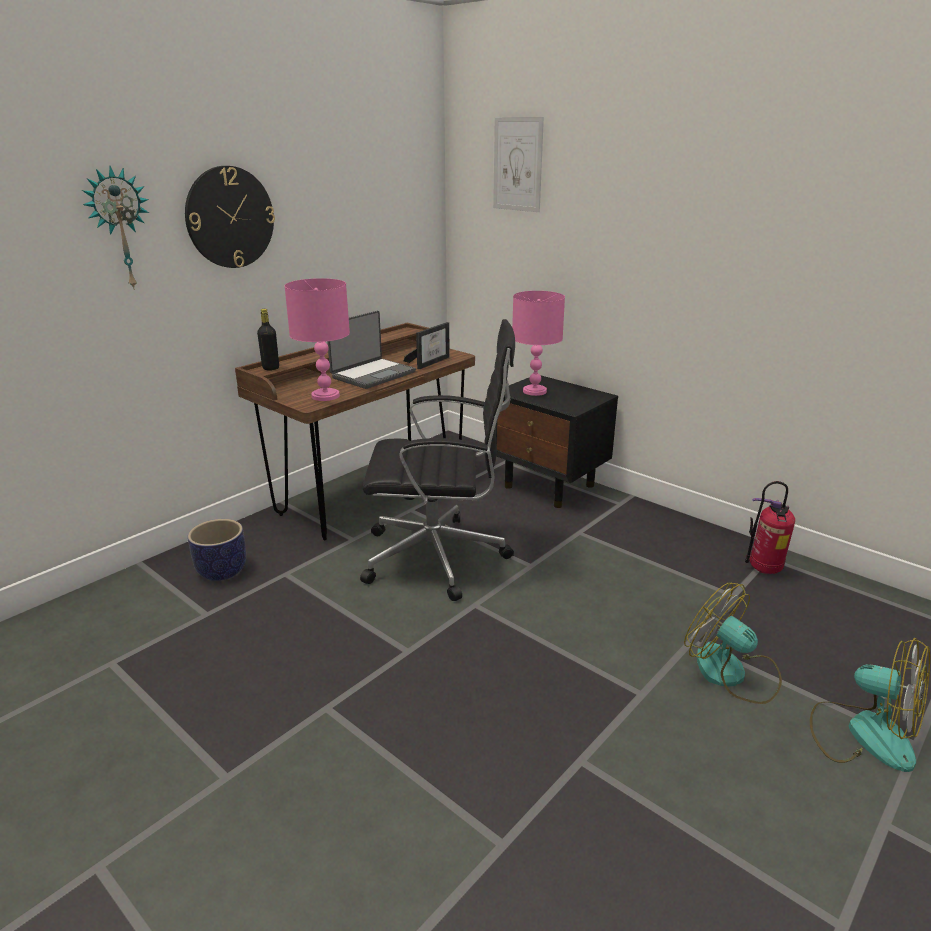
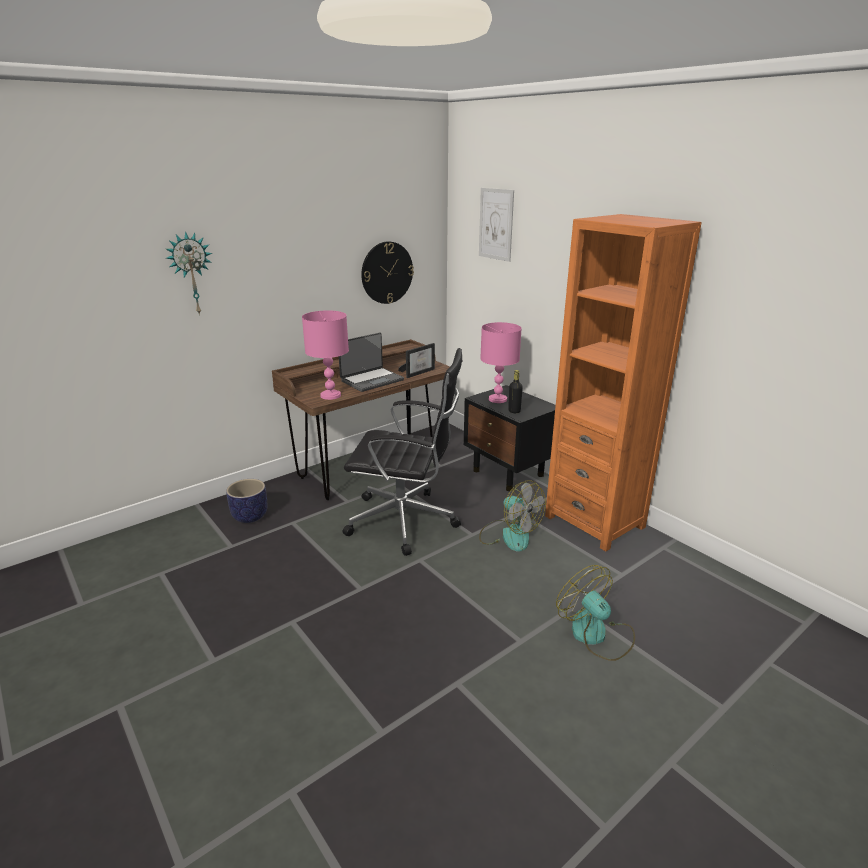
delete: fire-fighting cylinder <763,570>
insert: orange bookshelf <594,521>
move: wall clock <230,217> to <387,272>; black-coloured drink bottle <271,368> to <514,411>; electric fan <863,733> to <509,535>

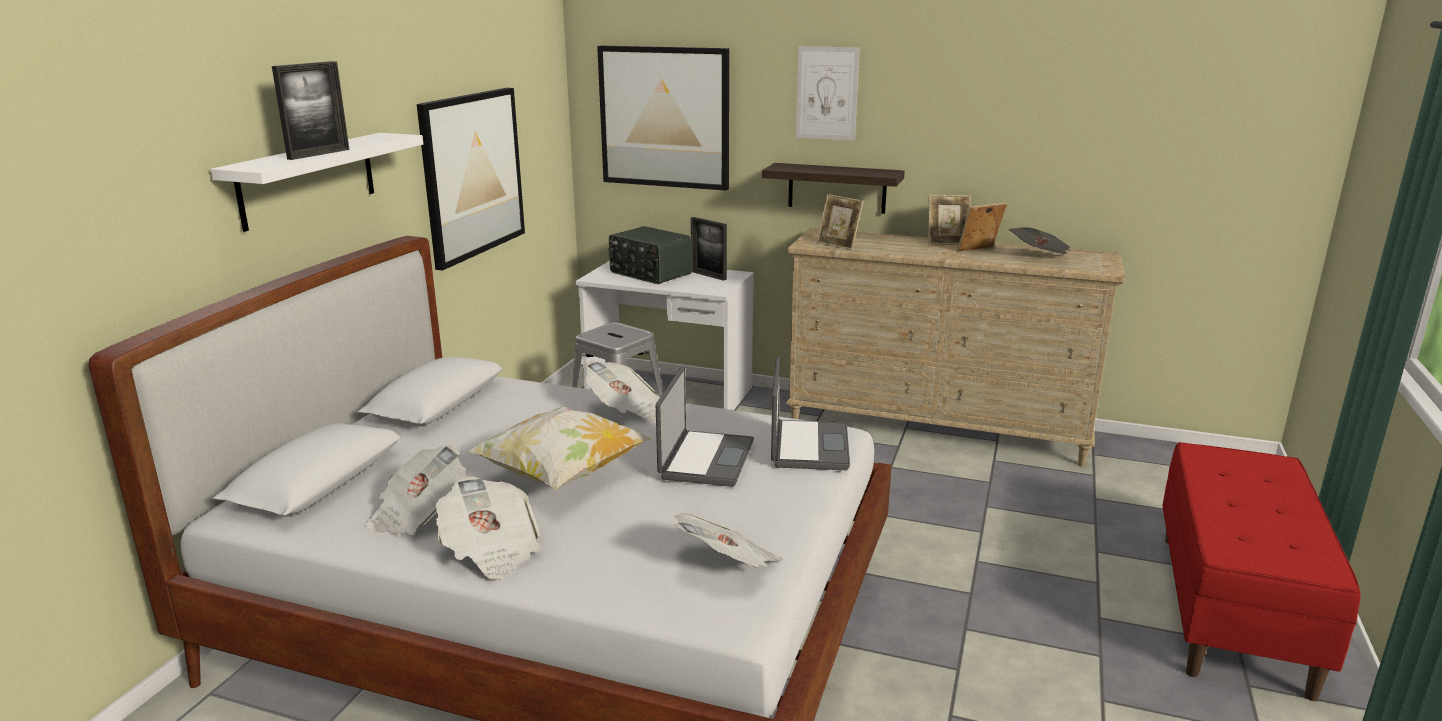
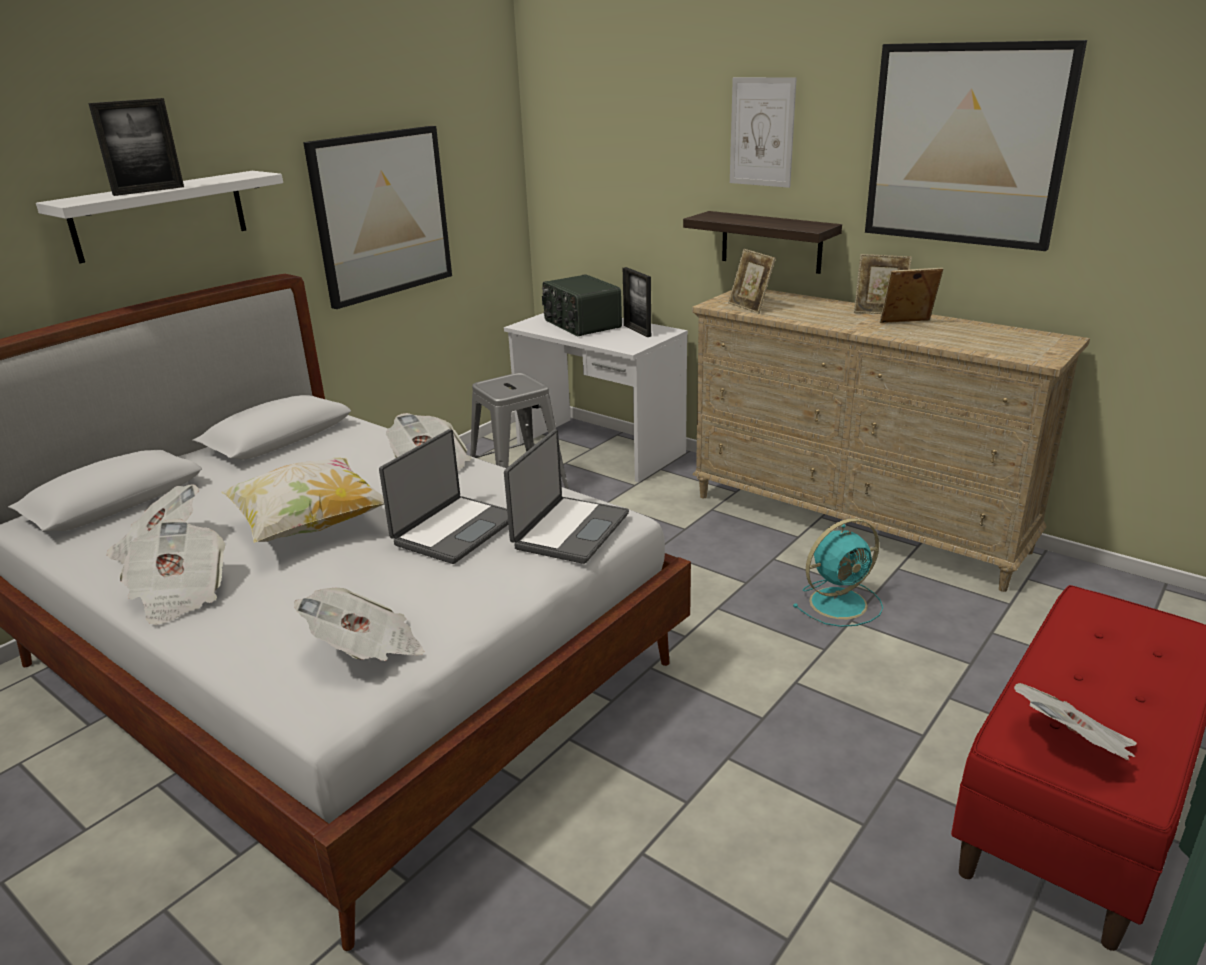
insert: blue-green electric fan <840,602>
move: picture <665,117> to <966,145>; newspaper <1040,257> to <1073,746>

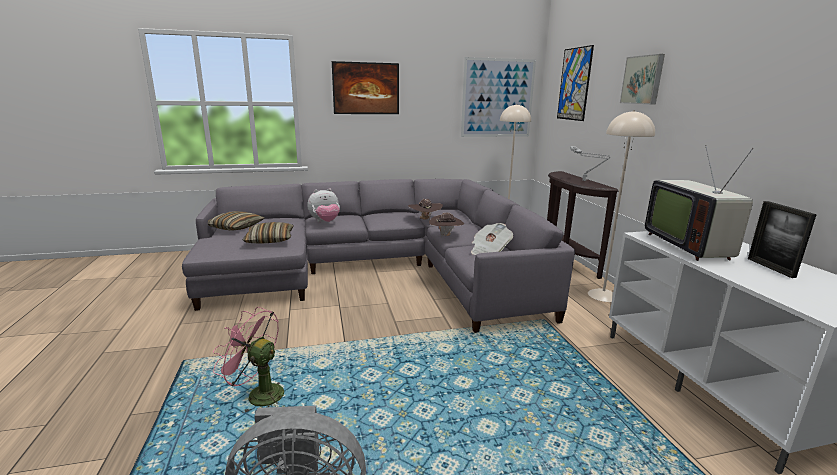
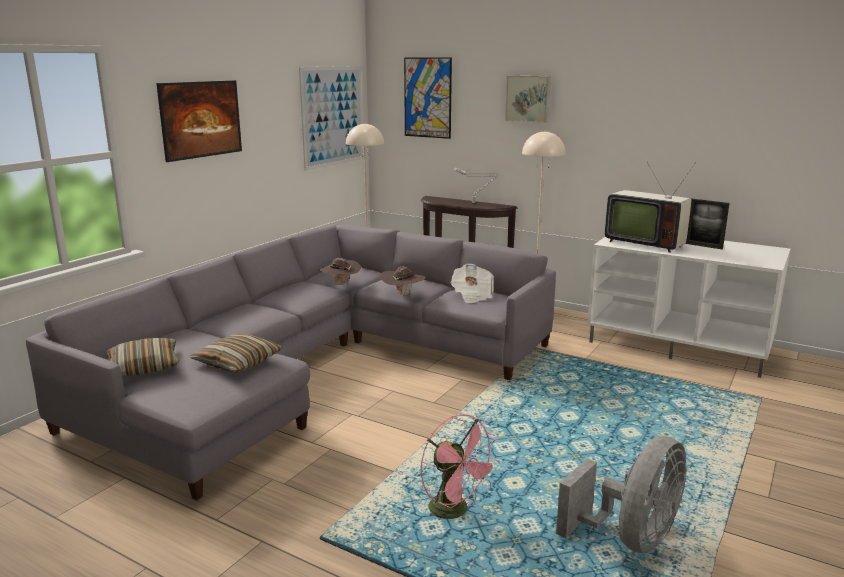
delete: cuddly toy <325,222>
rotate: pink electric fan <258,394> = <456,511> 105 degrees counterclockwise

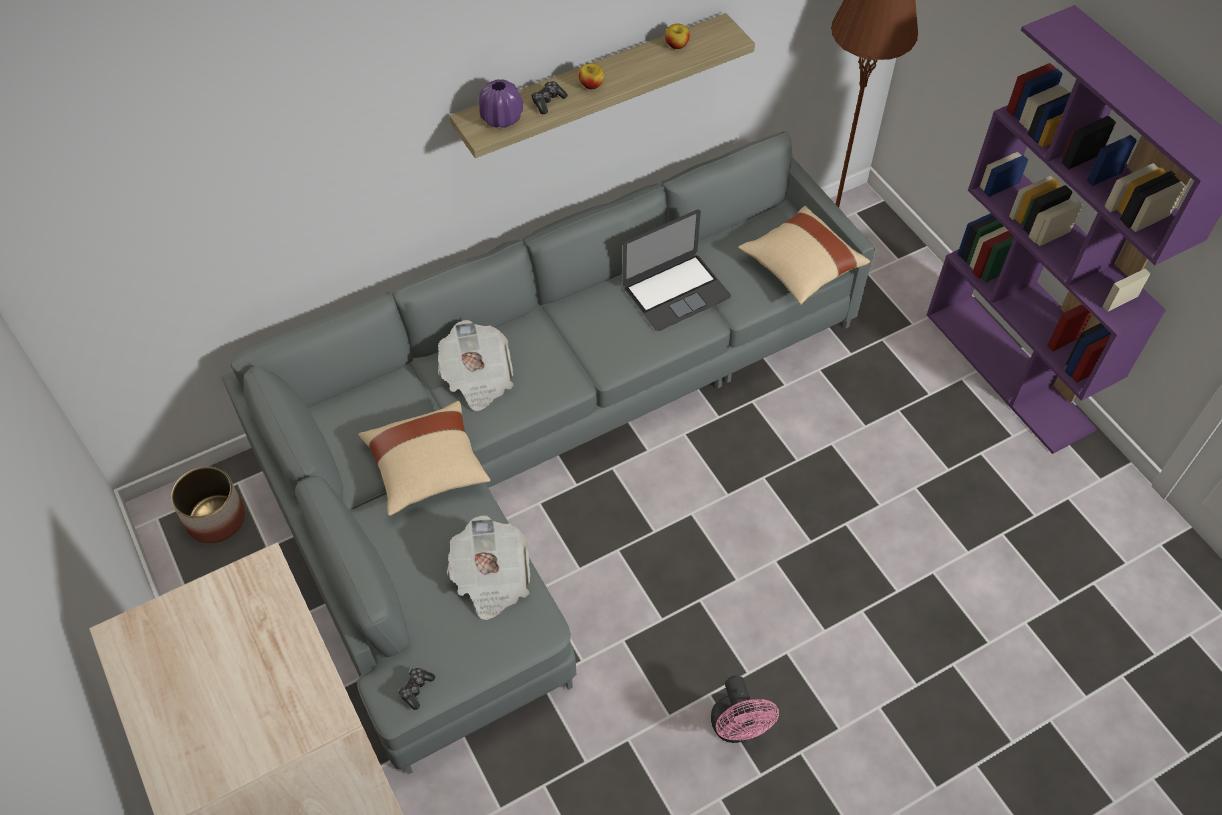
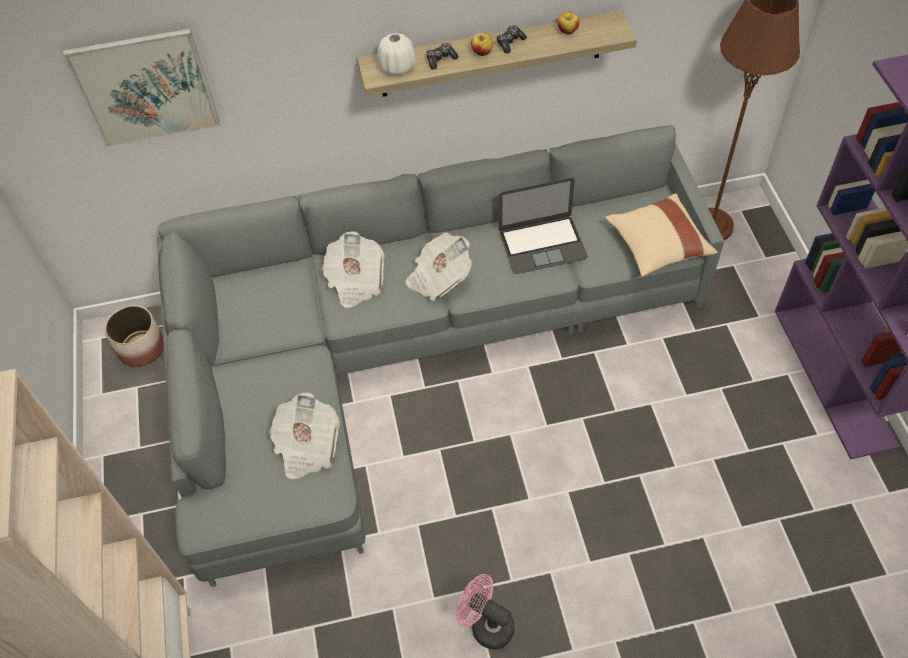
delete: beige-coloured pillow <427,468>
insert: picture <145,87>; newspaper <439,277>
move: gamepad <416,689> to <510,43>
recolor: purple-coloured vase <502,118> to white vase <397,67>
rotate: pink electric fan <737,728> = <486,625> 120 degrees clockwise

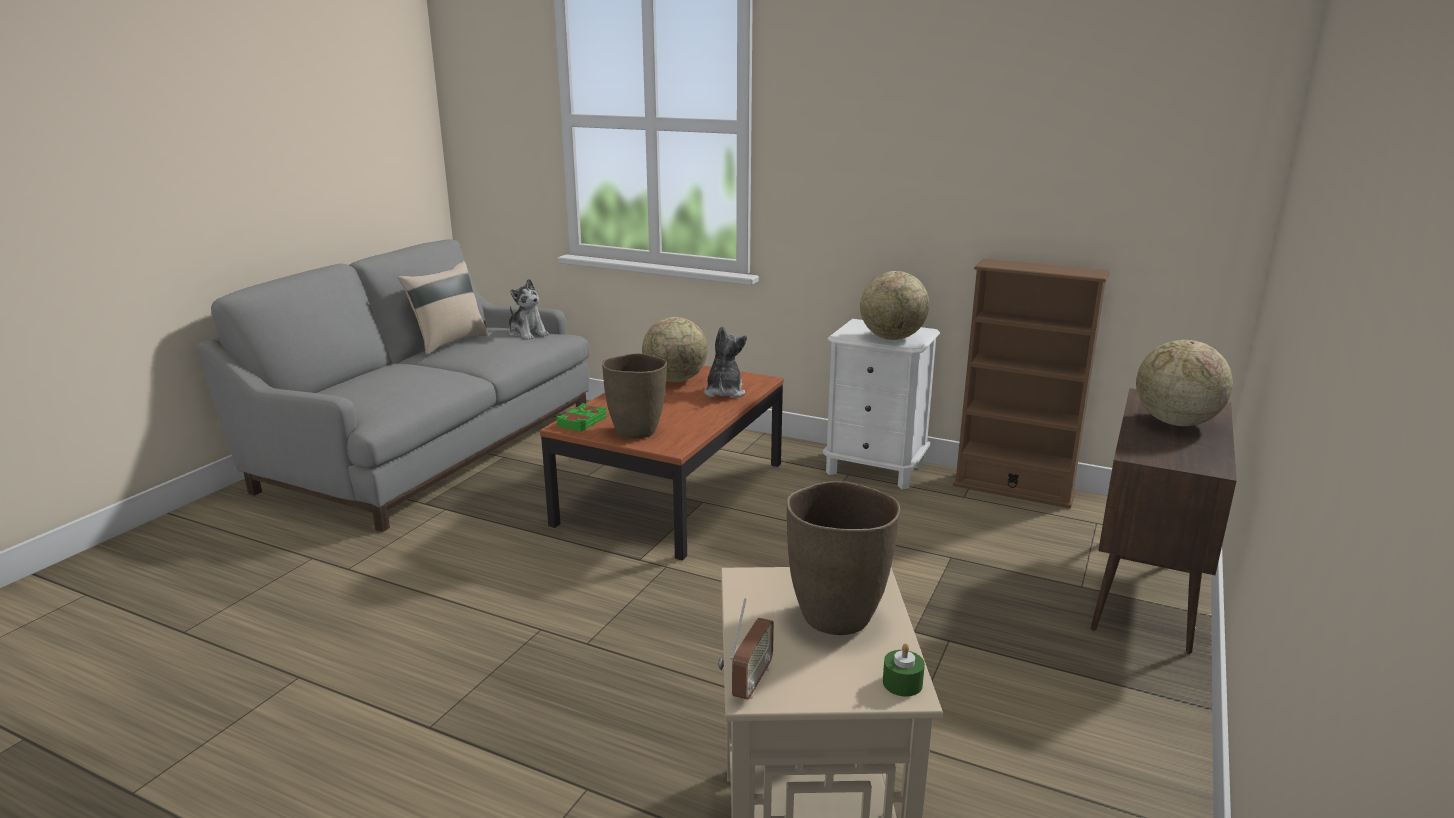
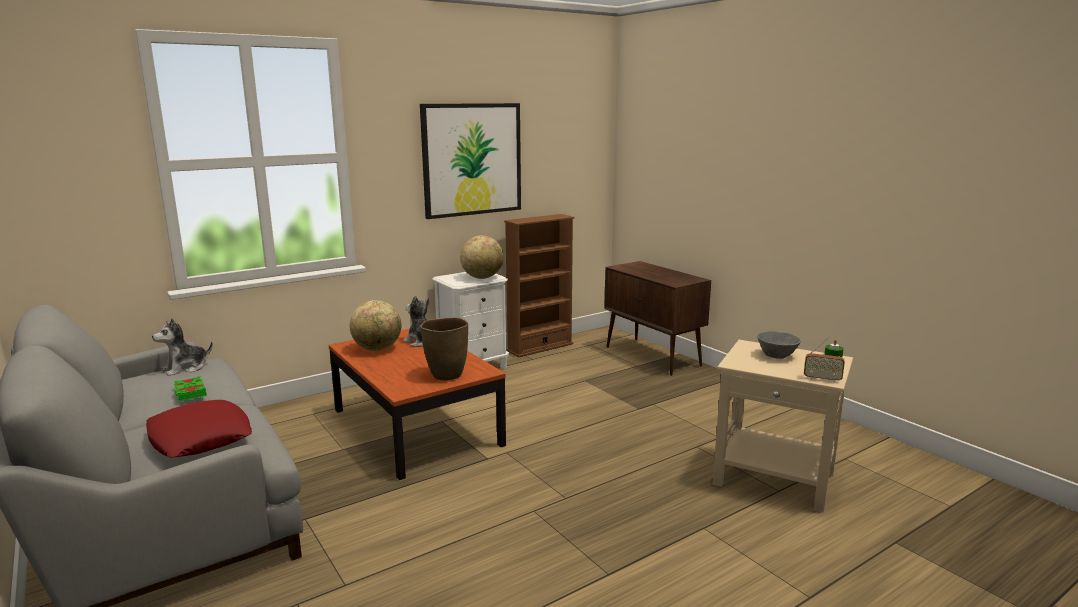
delete: beige-coloured pillow <448,342>; globe <1175,422>
insert: red pillow <199,437>; picture <472,159>
move: green volume <581,422> to <190,392>
replace: brownish vase <836,616> to grey deep dish <777,356>
rotate: cuddly toy <527,333> = <185,368> 150 degrees clockwise; radio <752,682> = <822,379> 150 degrees clockwise

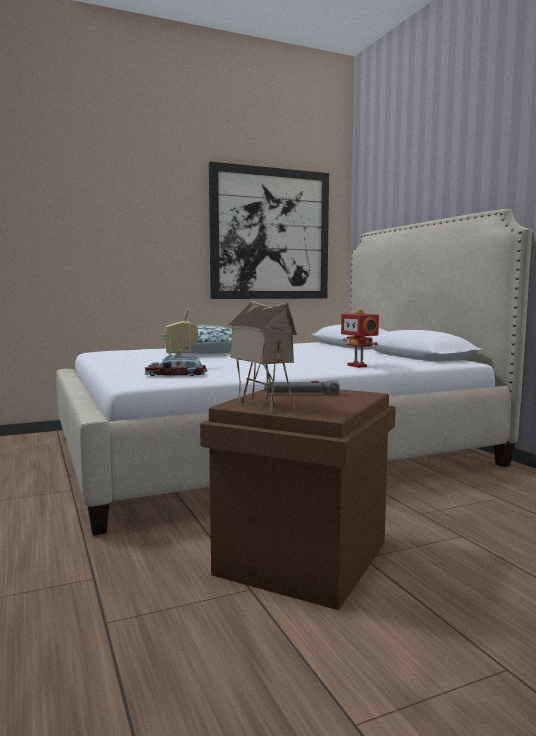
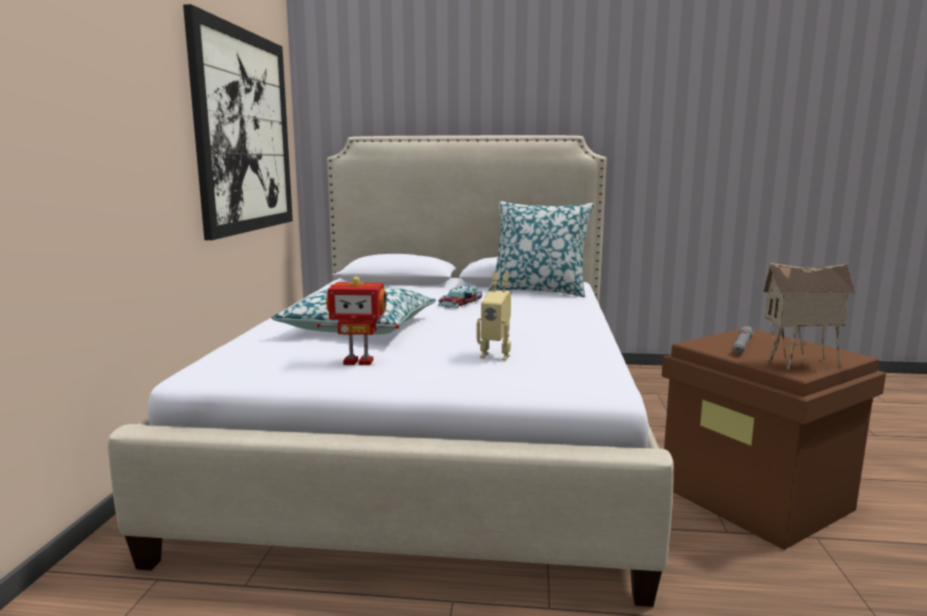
insert: pillow <539,291>
move: model car <176,375> to <462,303>; model robot <358,366> to <359,361>

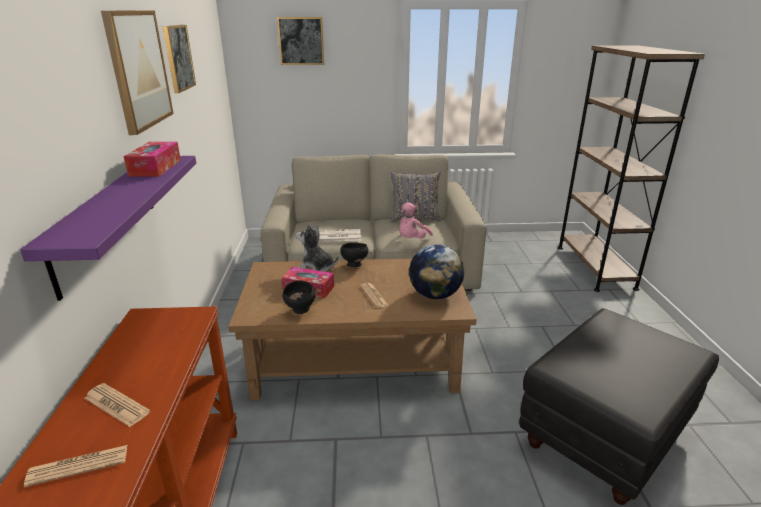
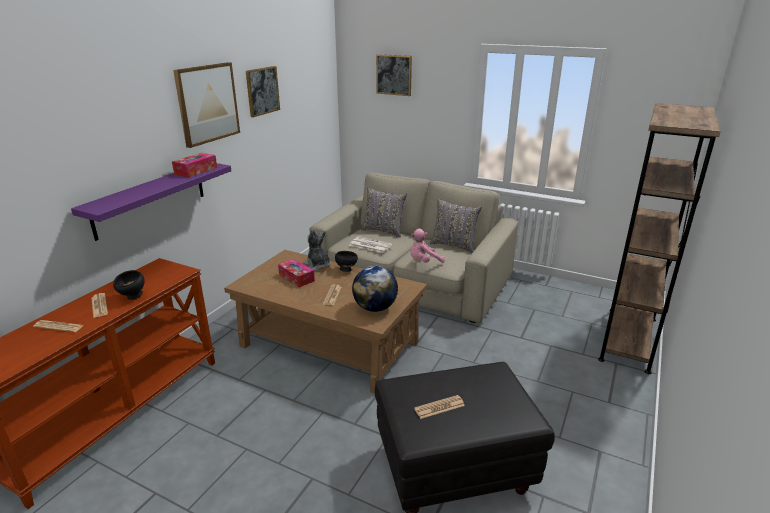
insert: grey pillow <384,230>; newspaper <439,407>
move: black-coloured deep dish <301,311> to <133,297>

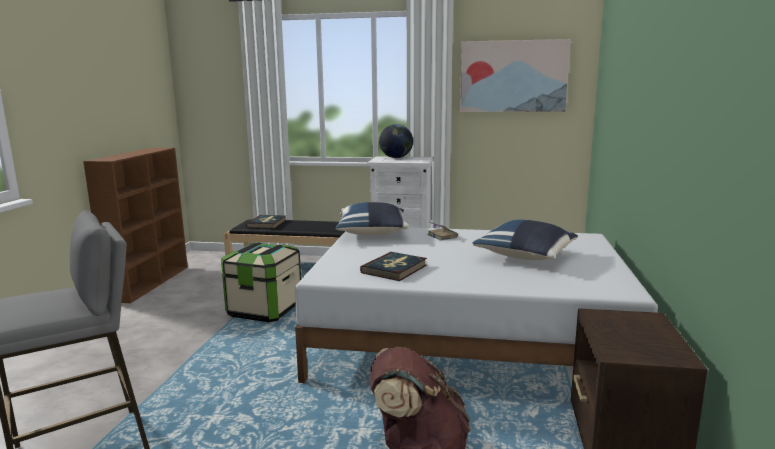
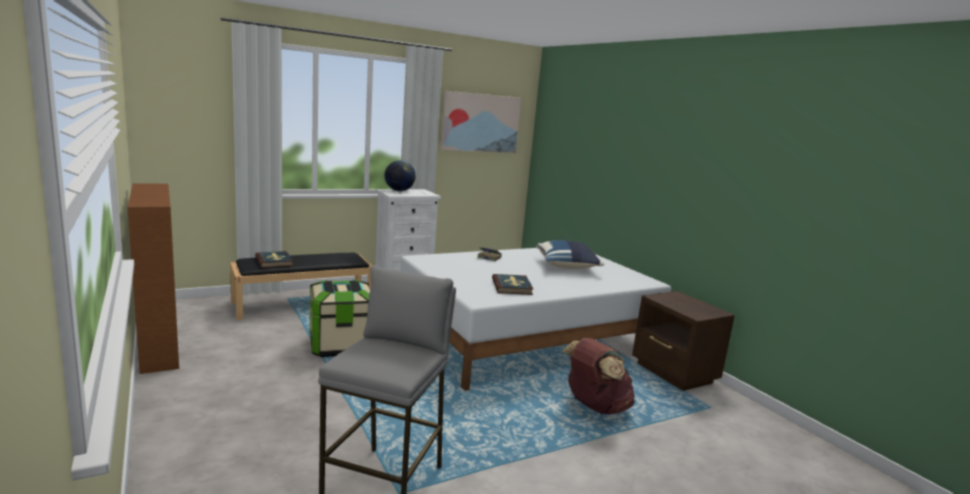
delete: blue pillow <372,233>

